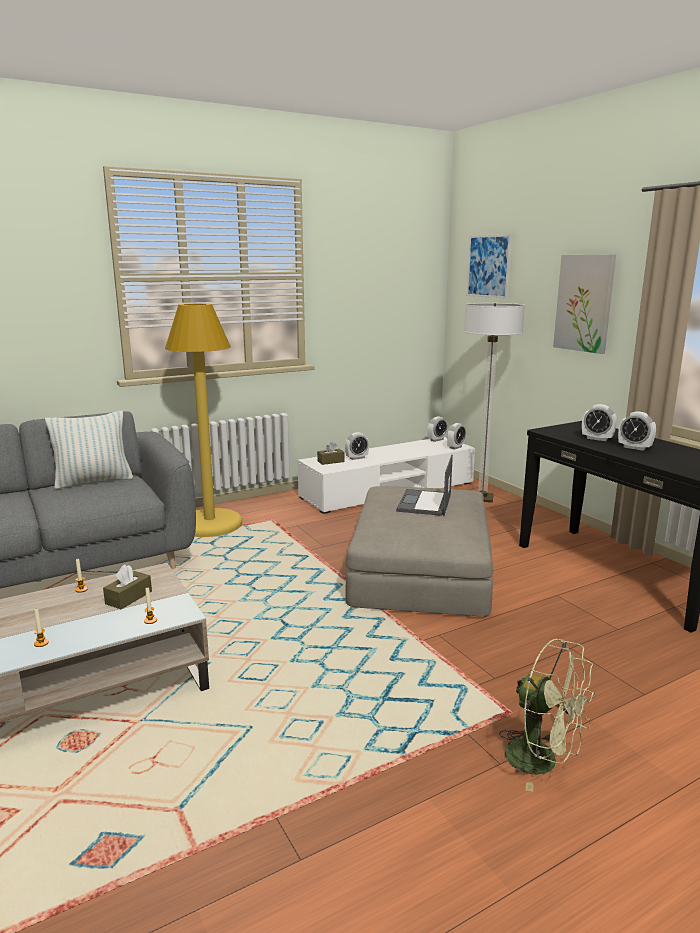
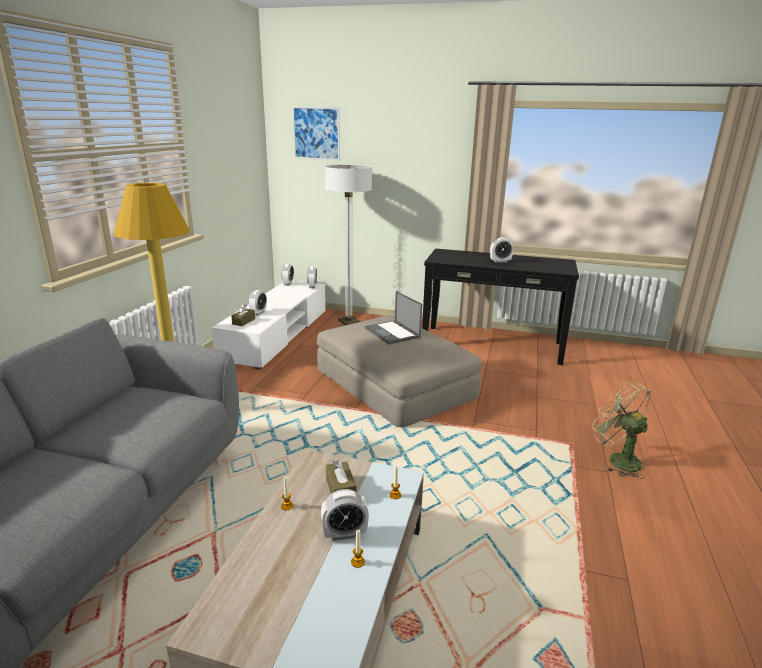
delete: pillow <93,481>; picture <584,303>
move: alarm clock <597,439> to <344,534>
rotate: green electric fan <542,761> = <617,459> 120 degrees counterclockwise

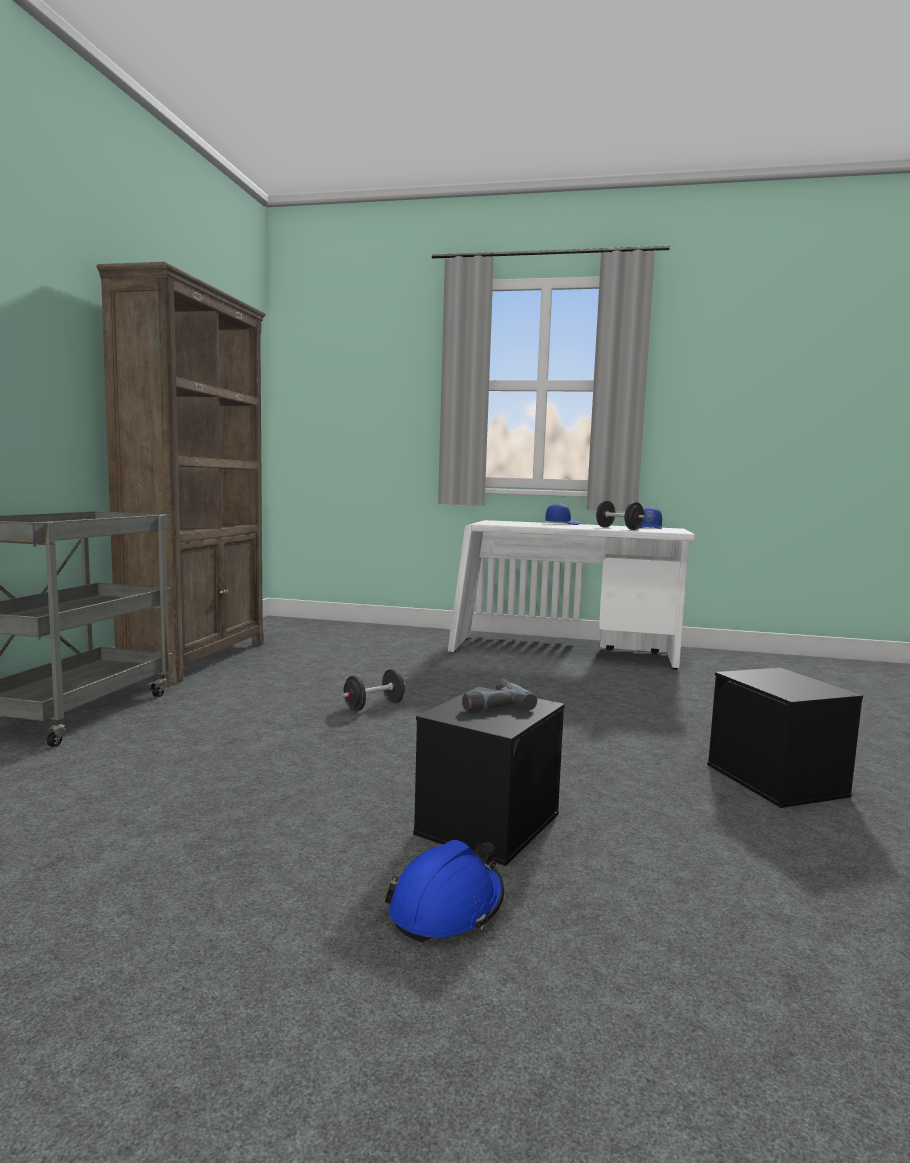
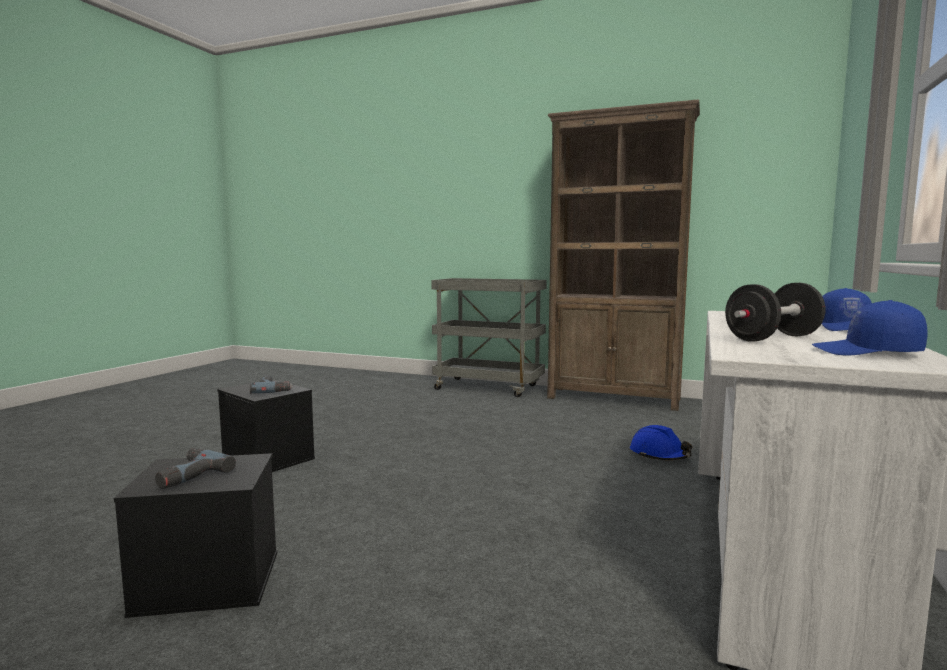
delete: black-coloured hand weight <374,706>
insert: power drill <186,475>
move: blue hard hat <447,908> to <659,455>

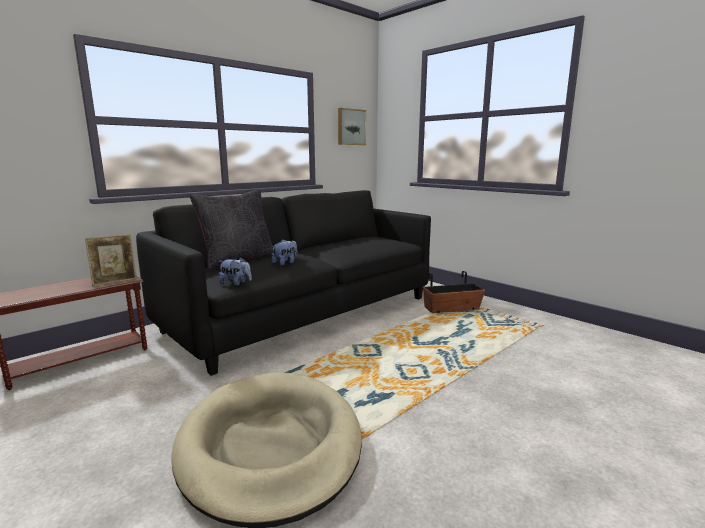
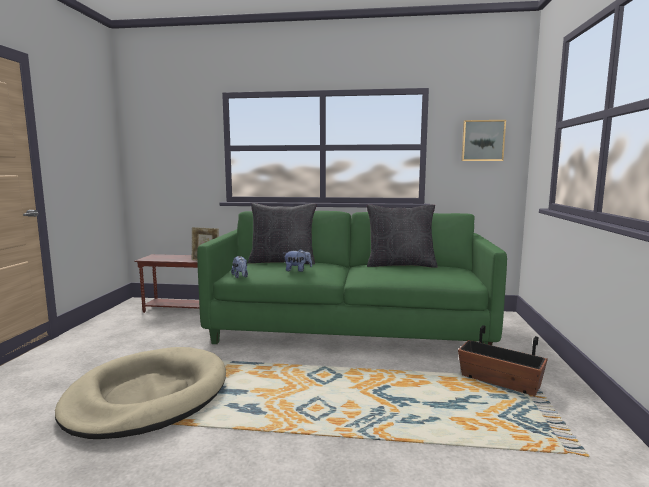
insert: black-coloured pillow <400,265>
recolor: black-coloured sofa <304,313> to green sofa <349,329>

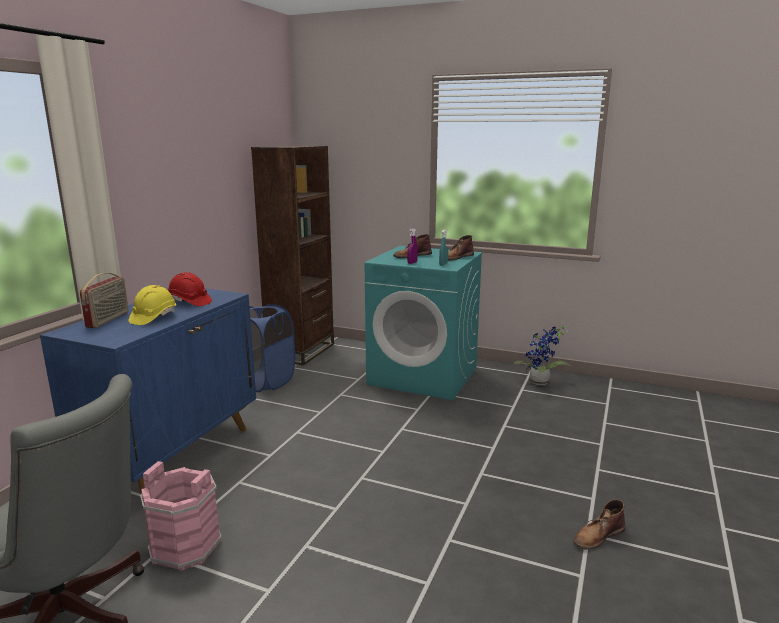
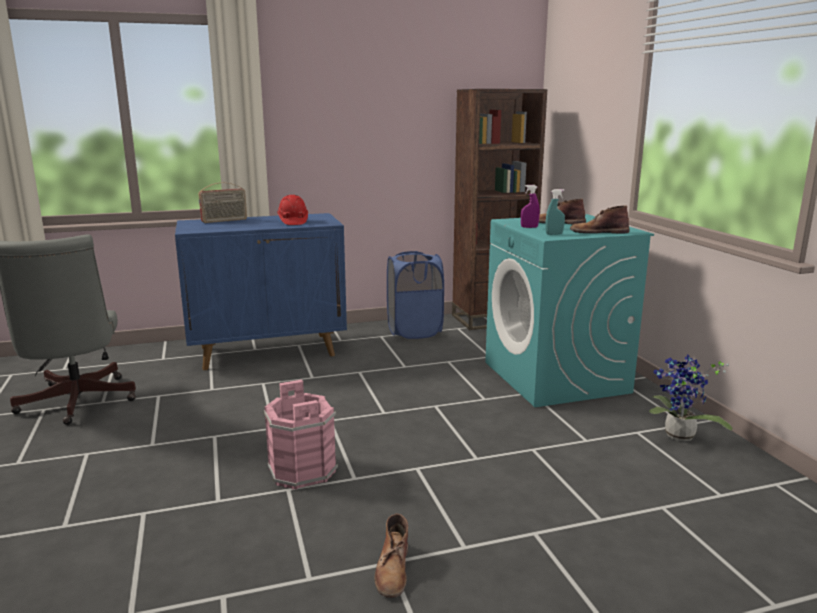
delete: yellow-coloured hard hat <153,318>
move: pink pail <186,546> to <302,470>
rotate: brownish high-top boot <598,536> = <393,570> 105 degrees counterclockwise

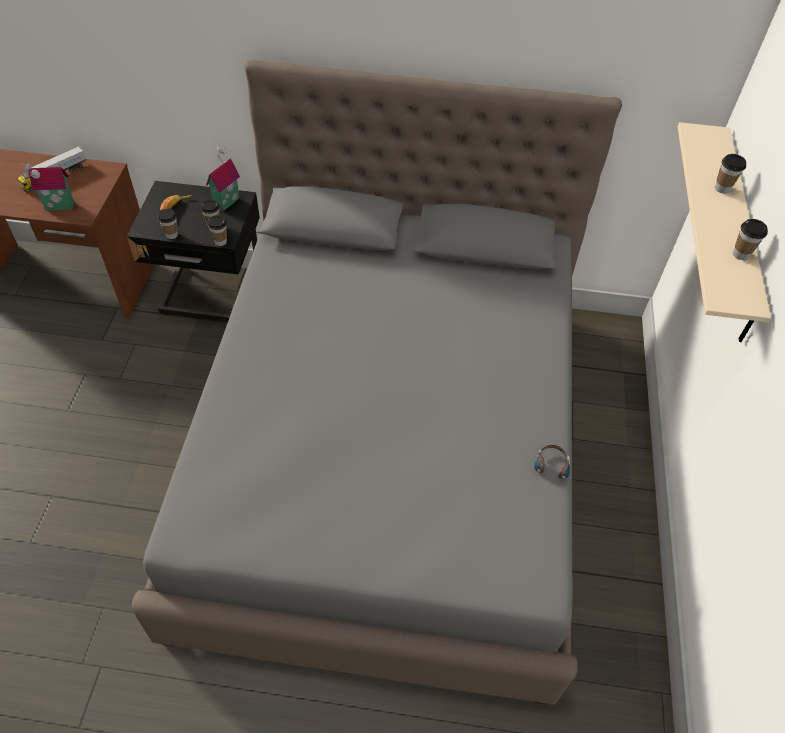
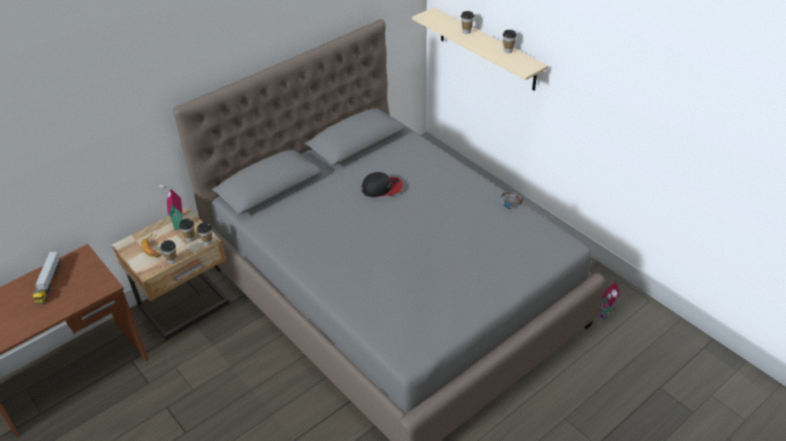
insert: baseball cap <382,188>
move: model house <59,207> to <606,313>
recolor: black-coloured nightstand <212,297> to beige-coloured nightstand <186,307>

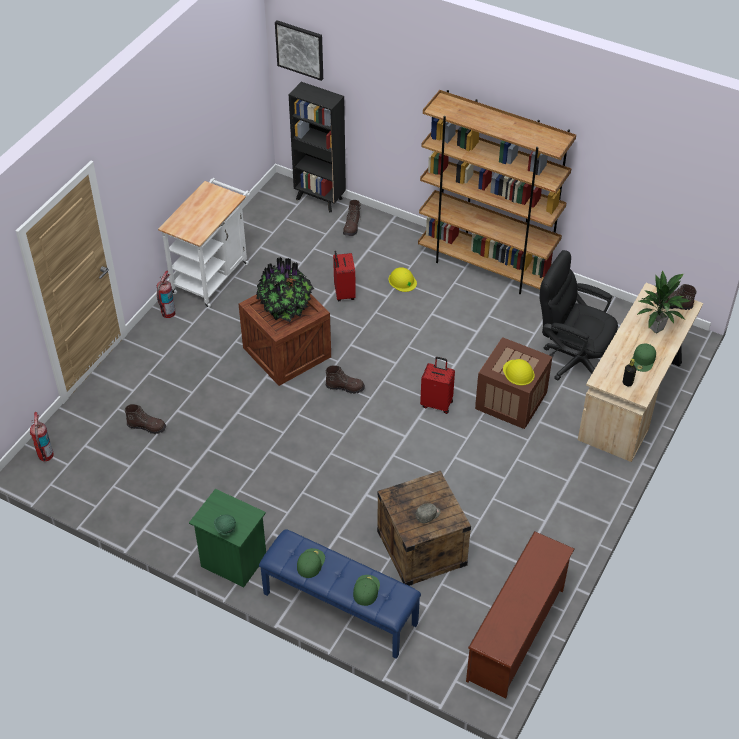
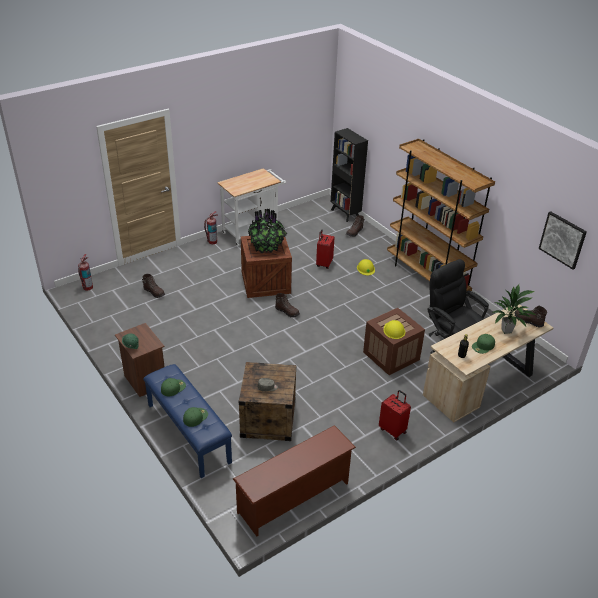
move: picture <300,49> to <562,239>; red piece of luggage <437,403> to <393,430>
recolor: green nightstand <232,562> to brownish nightstand <144,381>

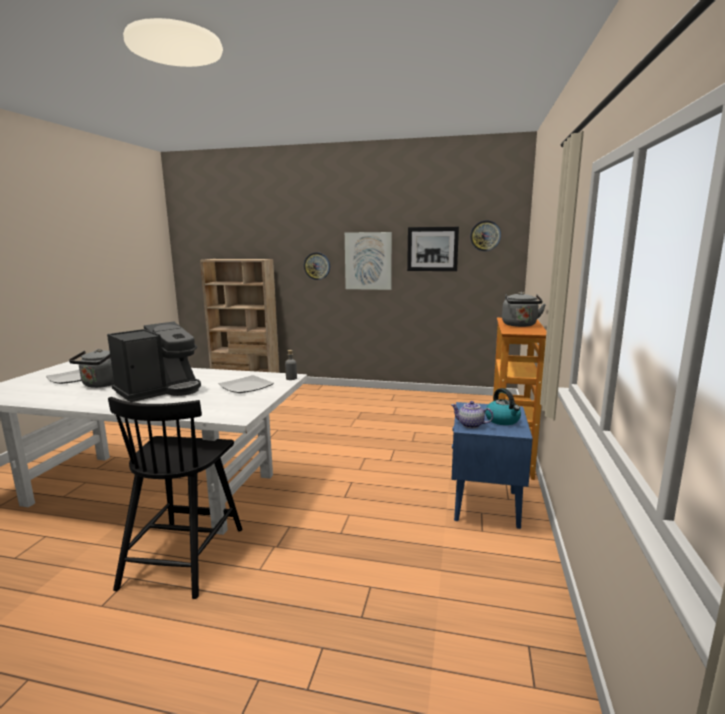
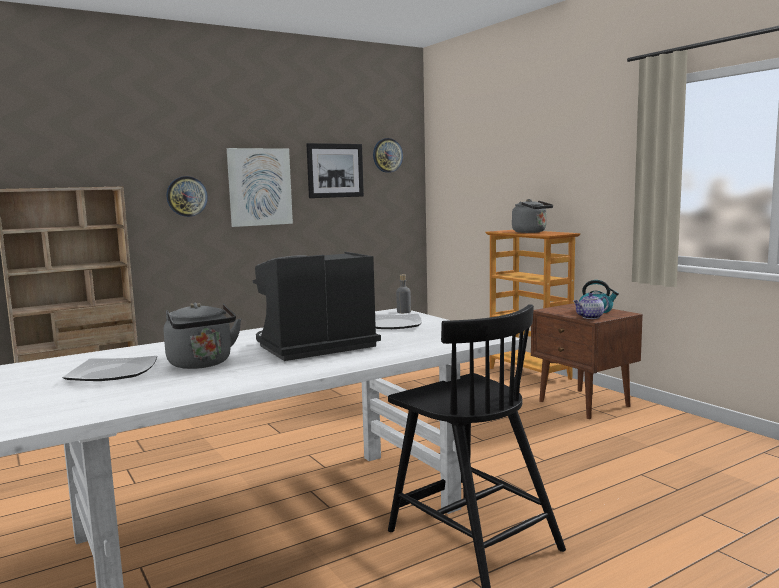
recolor: blue nightstand <485,506> to brownish nightstand <584,404>
rotate: coffee brewer <160,390> = <313,347> 120 degrees counterclockwise

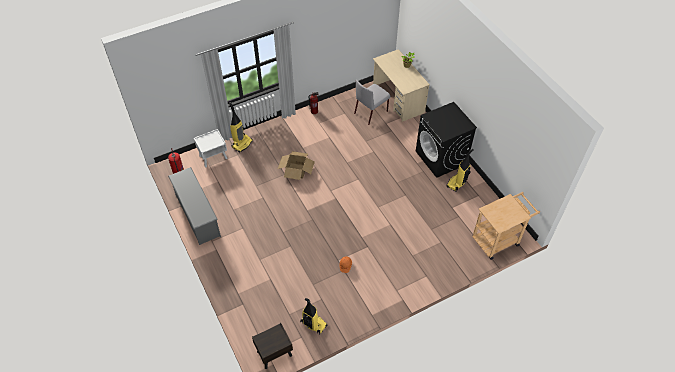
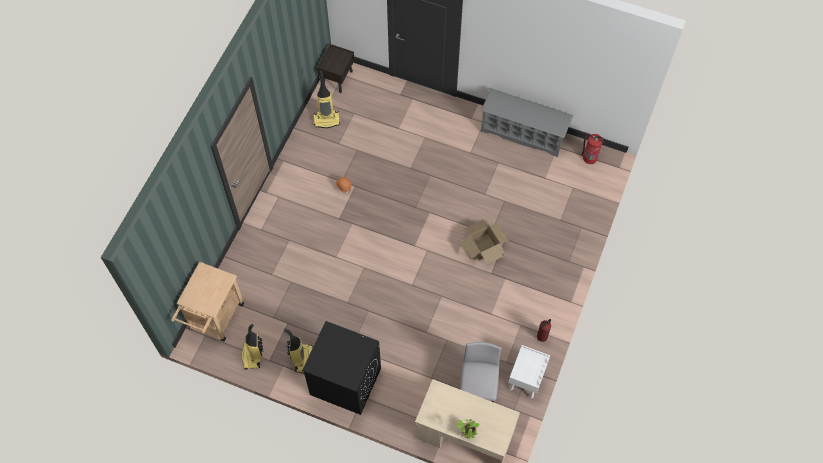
move: white nightstand <213,157> to <526,379>; hoover <242,144> to <253,356>

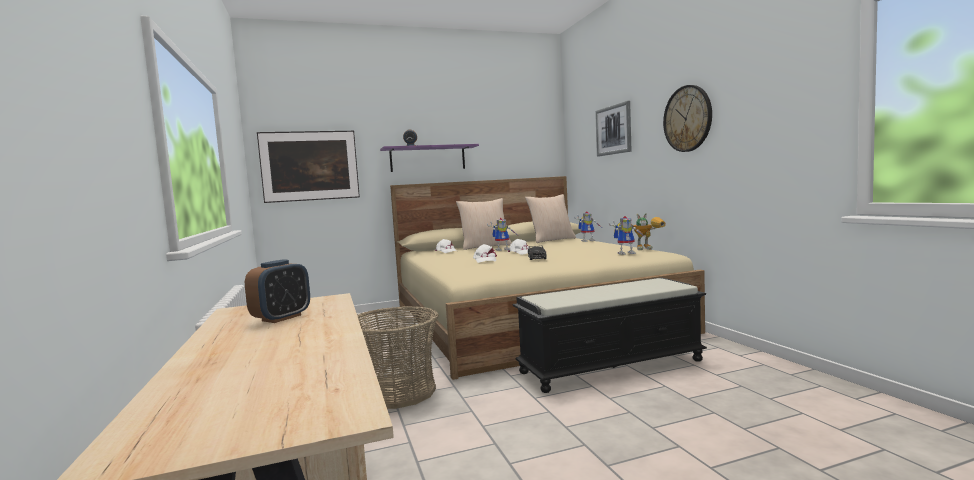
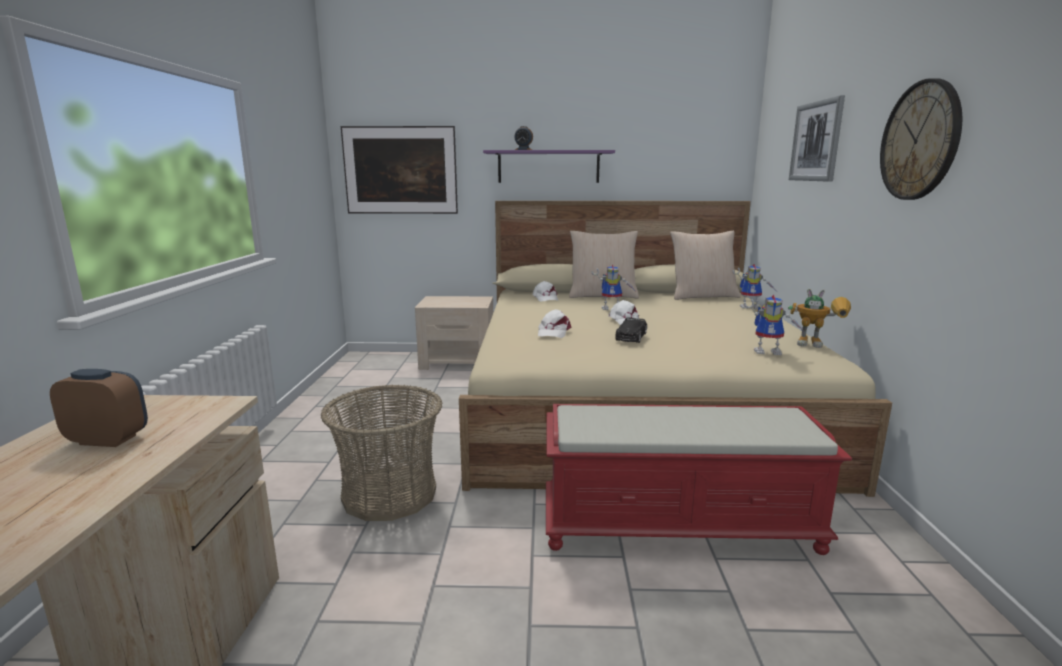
insert: beige-coloured nightstand <458,361>
recolor: black-coloured indoor bench <611,365> to red indoor bench <679,524>
rotate: alarm clock <281,318> = <108,440> 135 degrees counterclockwise

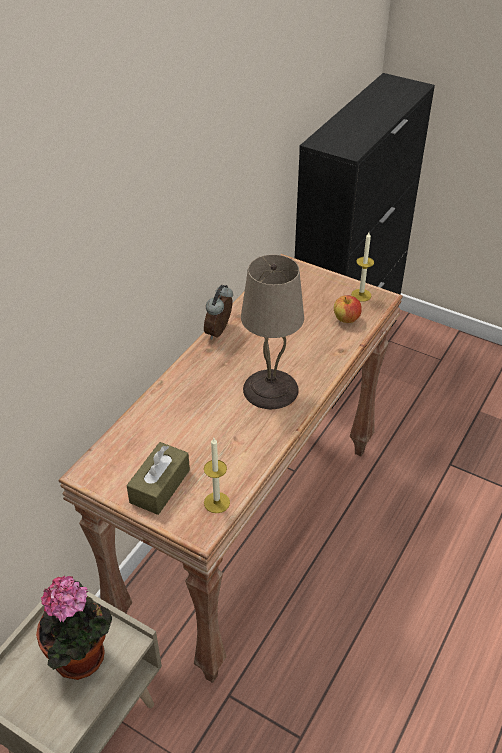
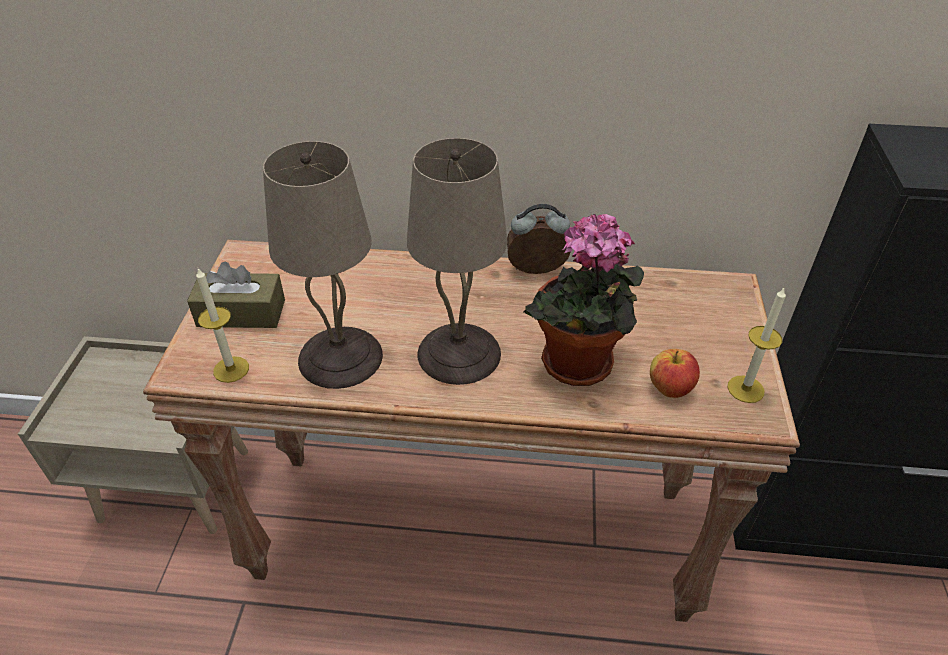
insert: beige-coloured tabletop lamp <342,357>
move: plant in a pot <83,658> to <577,368>

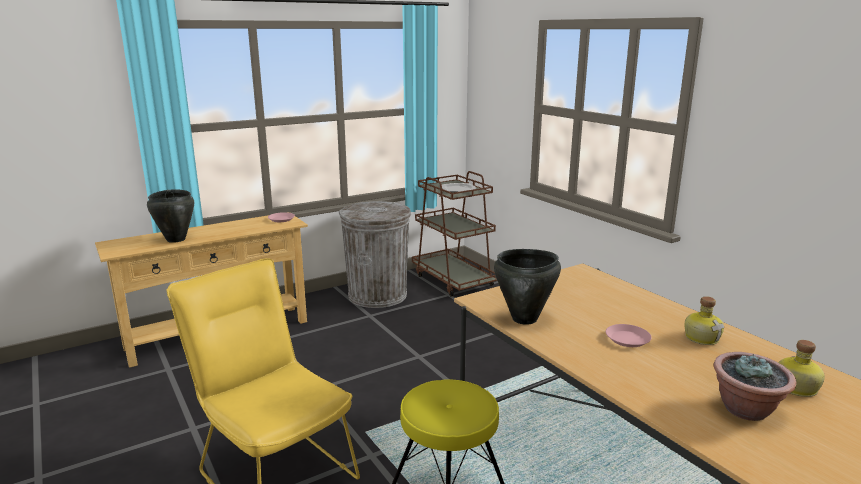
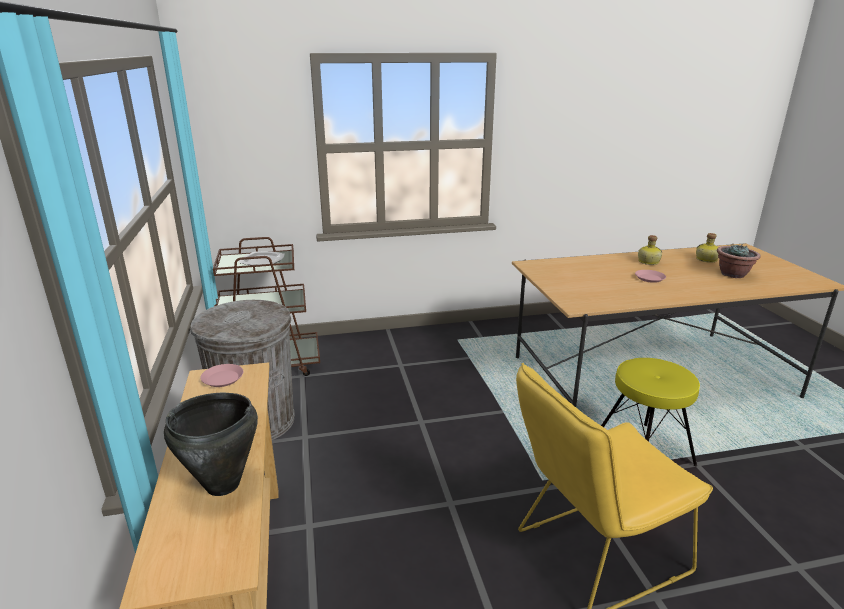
delete: black-coloured cooking pot <525,319>

